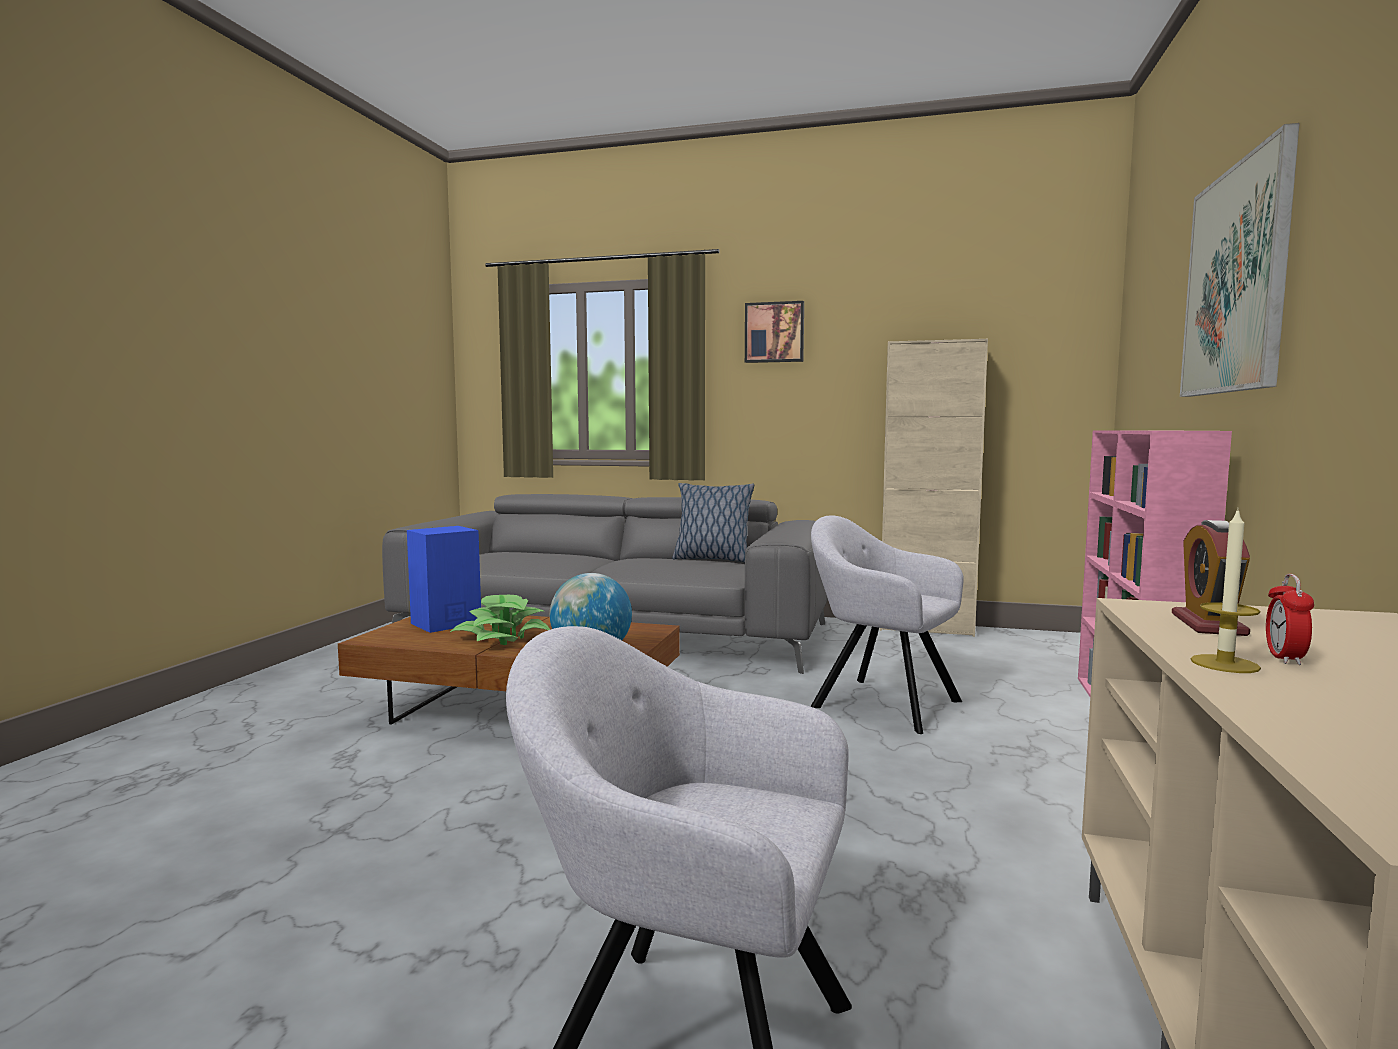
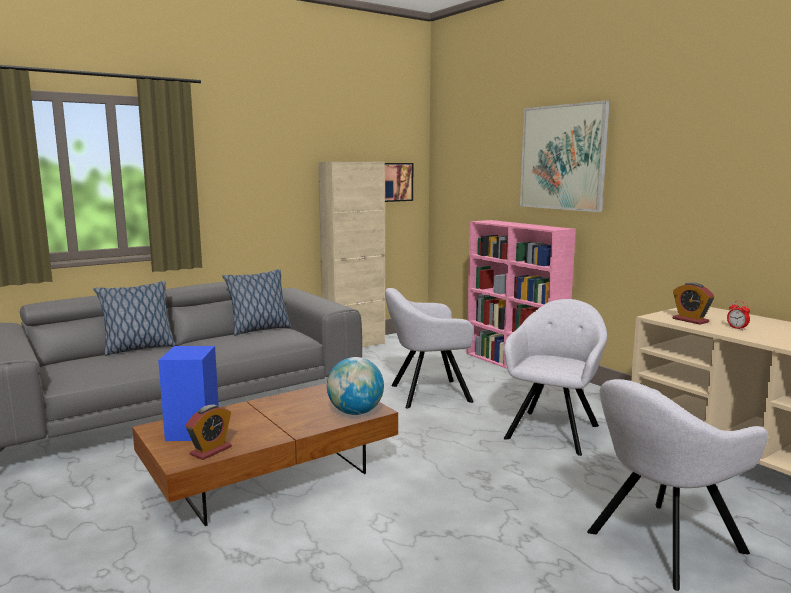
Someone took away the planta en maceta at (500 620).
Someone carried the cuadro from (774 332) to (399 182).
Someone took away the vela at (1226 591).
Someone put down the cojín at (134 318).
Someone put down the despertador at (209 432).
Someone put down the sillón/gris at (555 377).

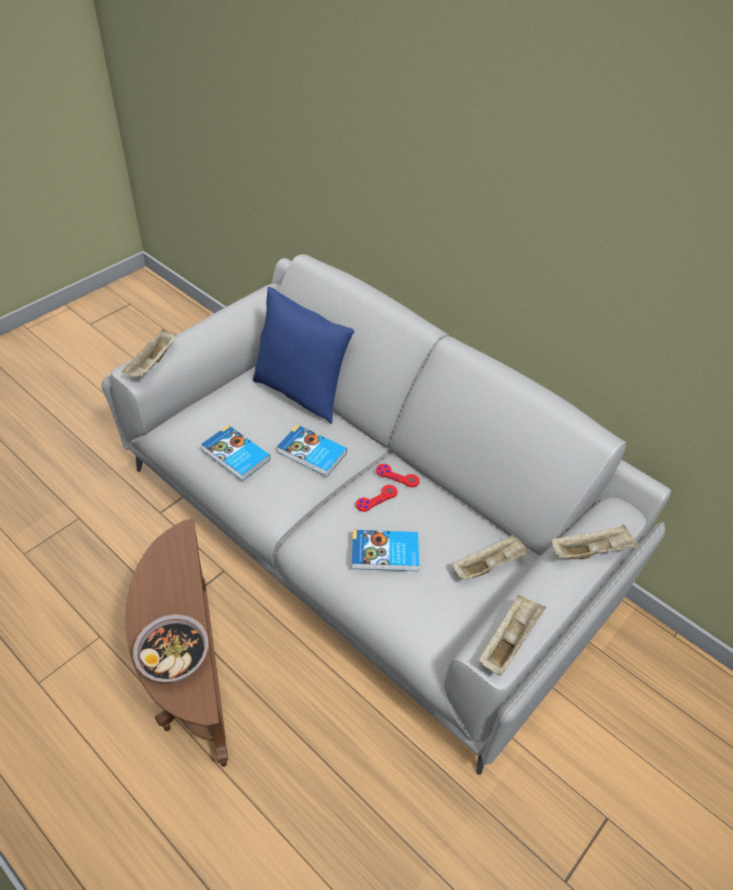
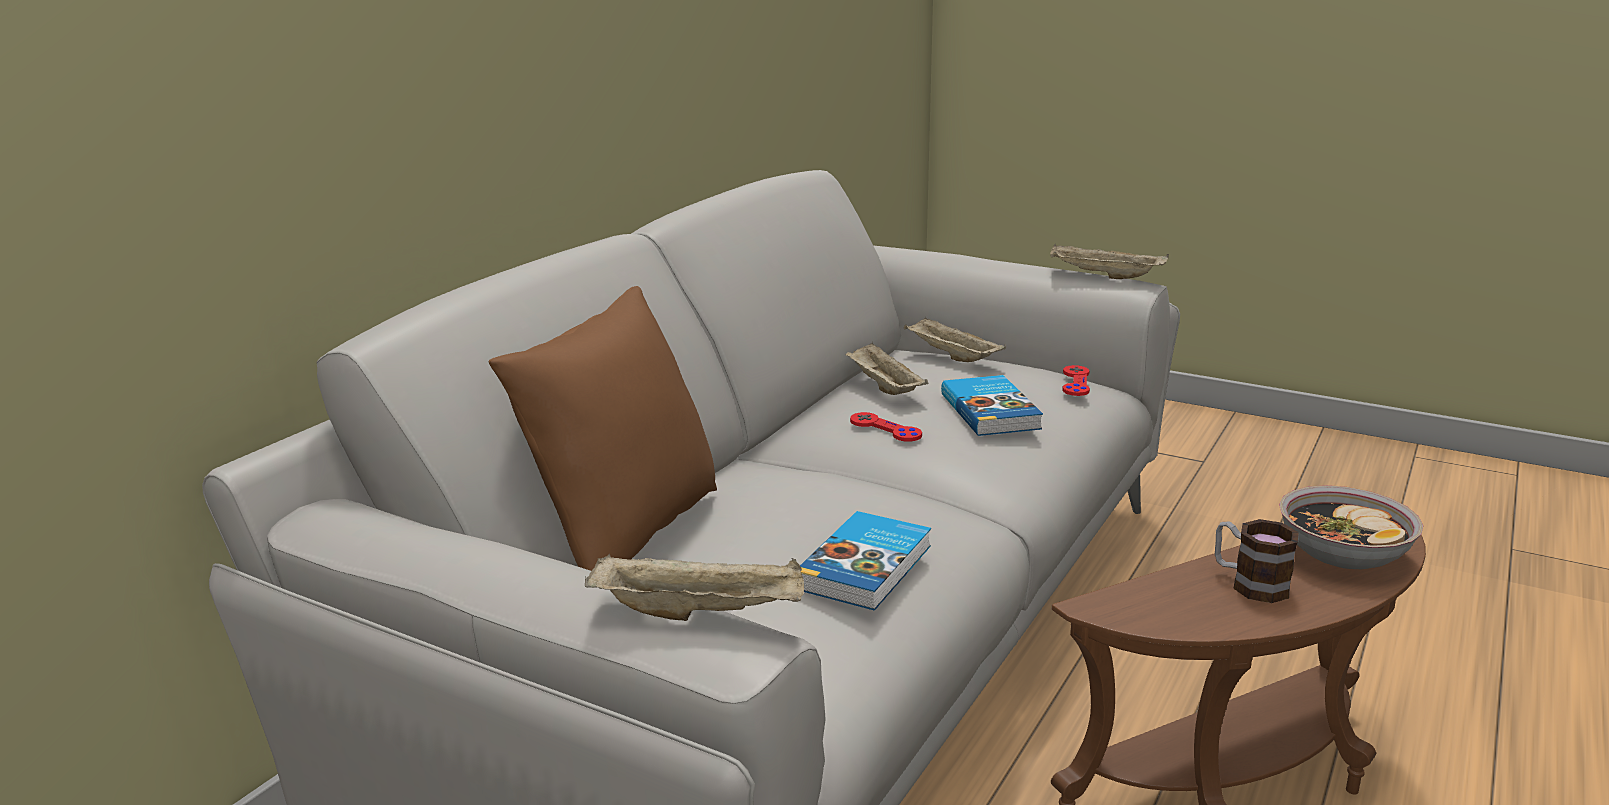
Someone repainted the cojín/azul at (303 355), which became the cojín/marrón at (603 428).
Someone took away the libro at (312 451).
Someone carried the mando de consola/rojo from (398 475) to (1076 380).
Someone carried the bandeja/beis from (596 542) to (887 368).
Someone put down the taza grande at (1257 561).

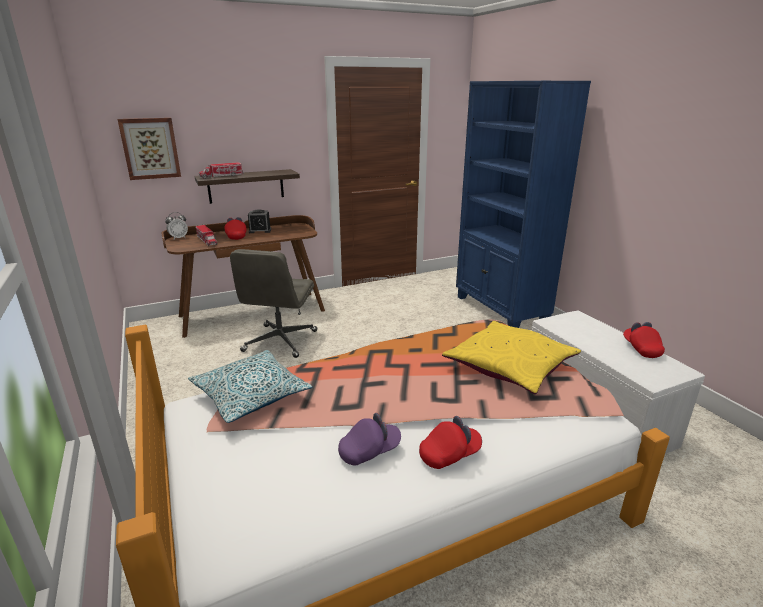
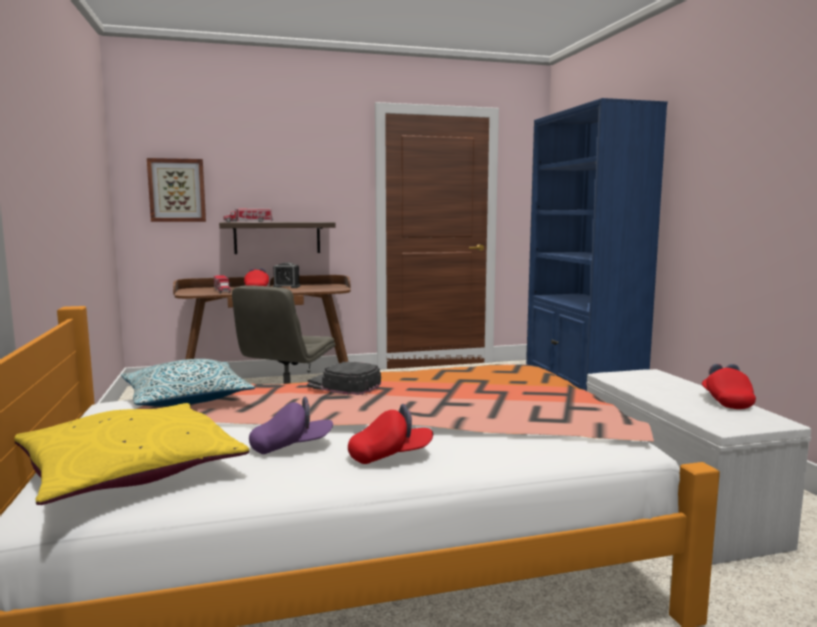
Someone took away the despertador at (176 225).
Someone carried the cojín/amarillo from (511 357) to (132 454).
Someone put down the gorra/negro at (344 378).

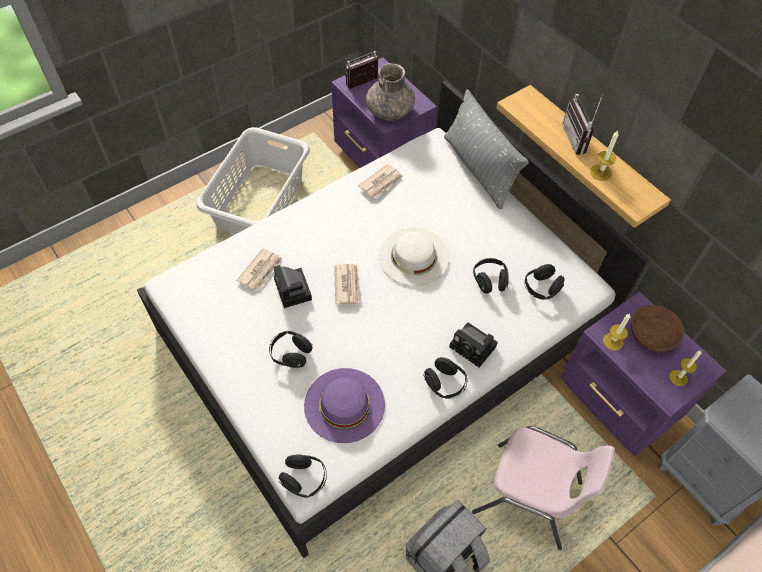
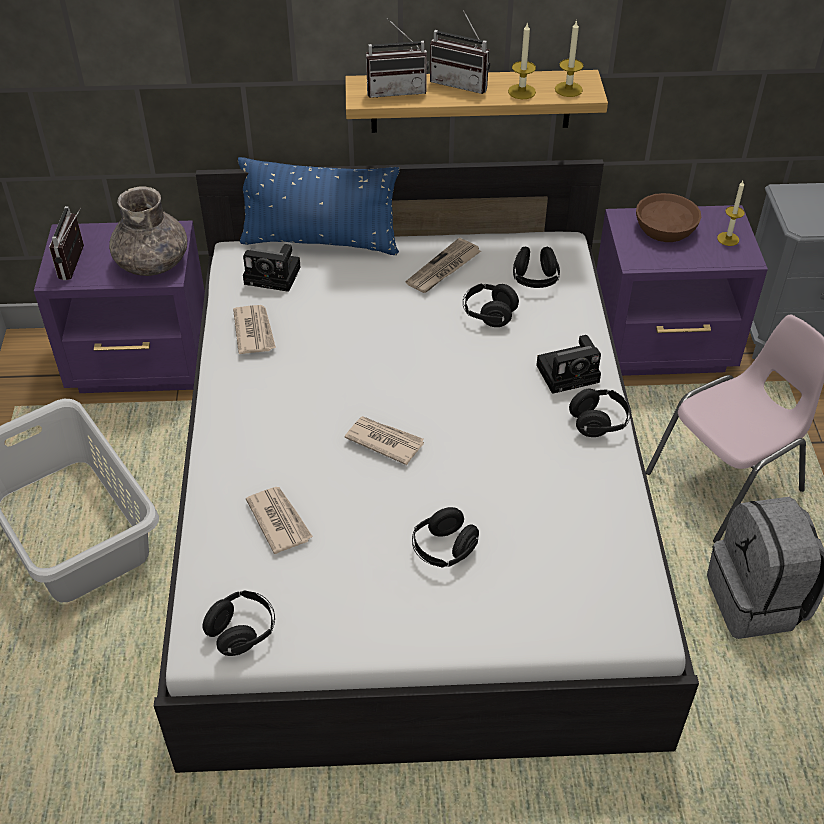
Someone carried the cámara from (293 286) to (272 268).
Someone carried the auriculares/negro from (302 476) to (238 623).
Someone took away the sombrero/morado at (344 405).
Someone took away the sombrero/blanco at (414 257).
Someone repainted the cojín/gris at (486 149), which became the cojín/azul at (319 206).
Someone carried the vela from (616 332) to (569 58).
Someone put down the radio at (397 58).
Someone put down the periódico at (443 265).

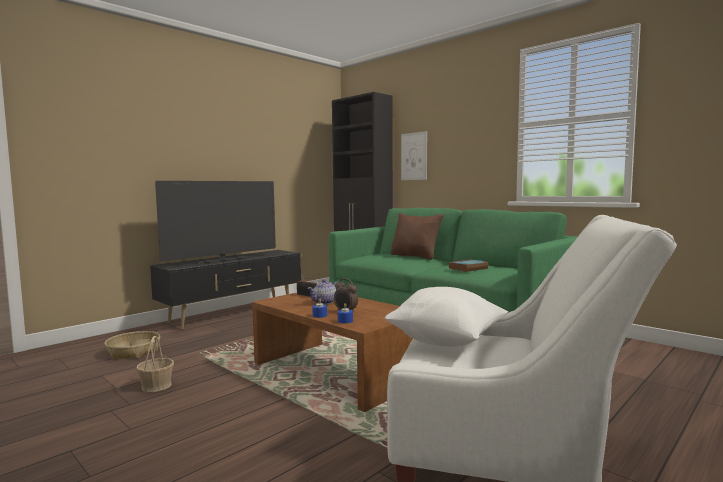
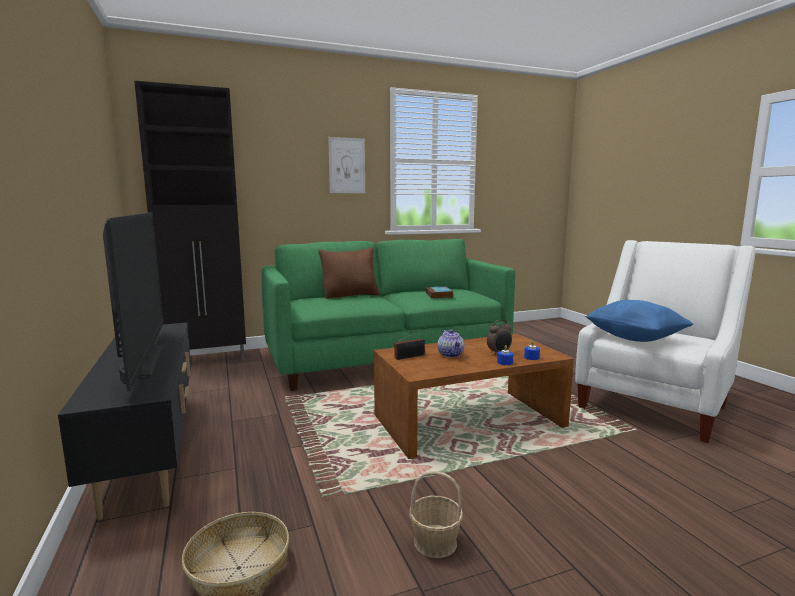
Someone repainted the cojín/blanco at (446 317), which became the cojín/azul at (639 321).
Someone carried the cuadro from (414 155) to (346 165).

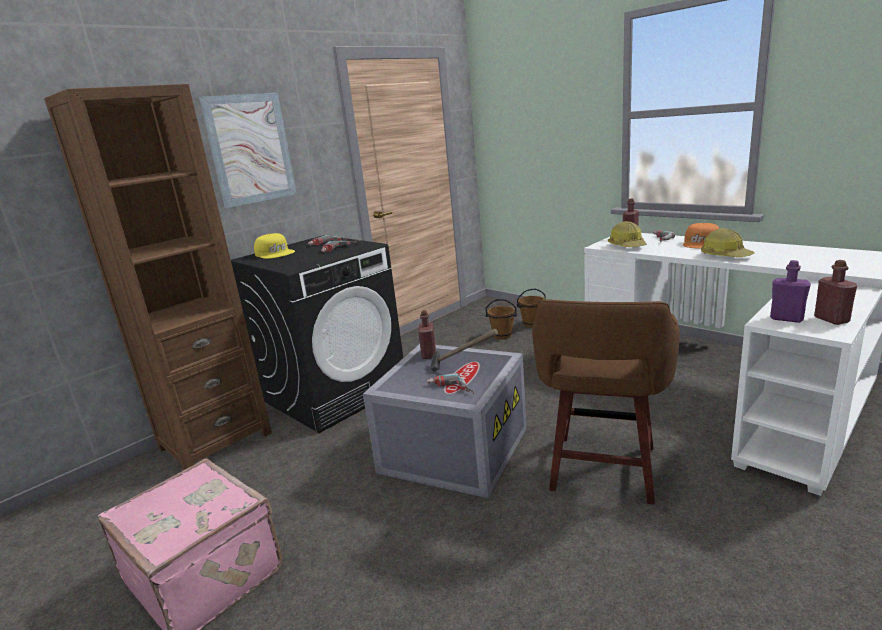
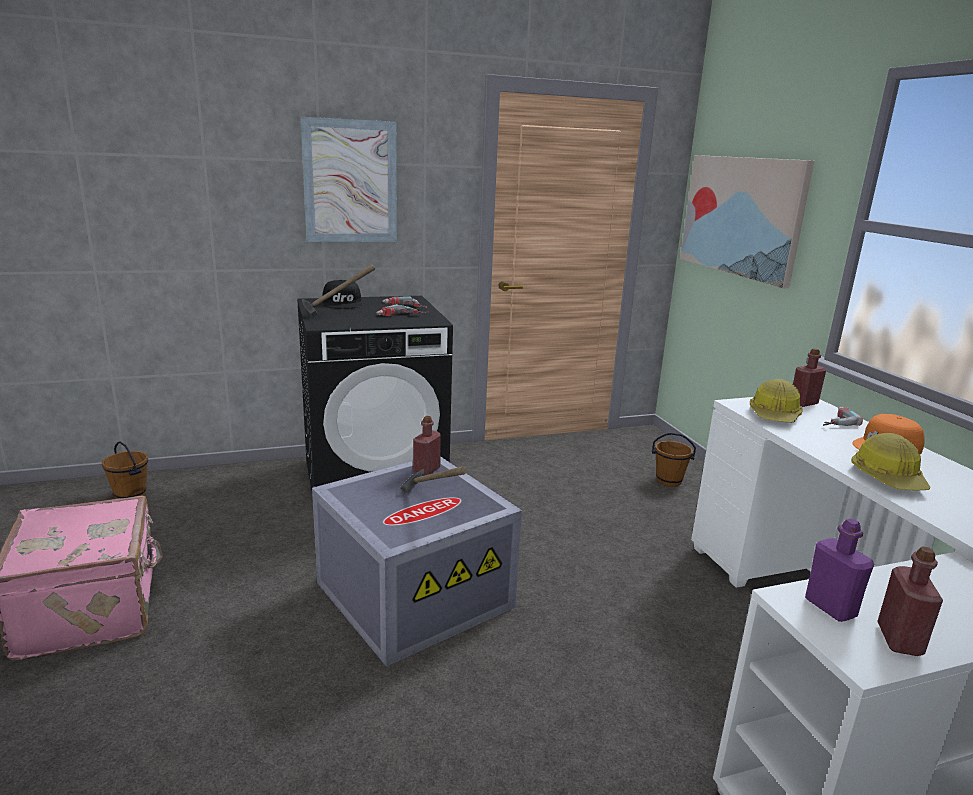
Someone took away the estantería/marrón at (158 277).
Someone repainted the gorra/amarillo at (274 246), which became the gorra/negro at (342 294).
Someone took away the taladro at (450 383).
Someone carried the cubo/marrón from (501 319) to (125 470).
Someone took away the taburete/marrón at (606 402).
Someone put down the martillo at (338 290).
Someone put up the cuadro at (747 221).

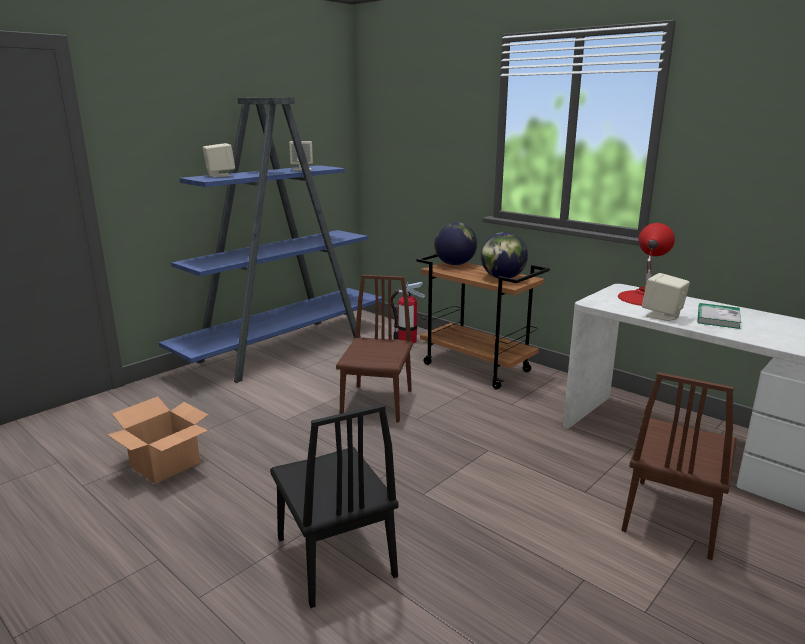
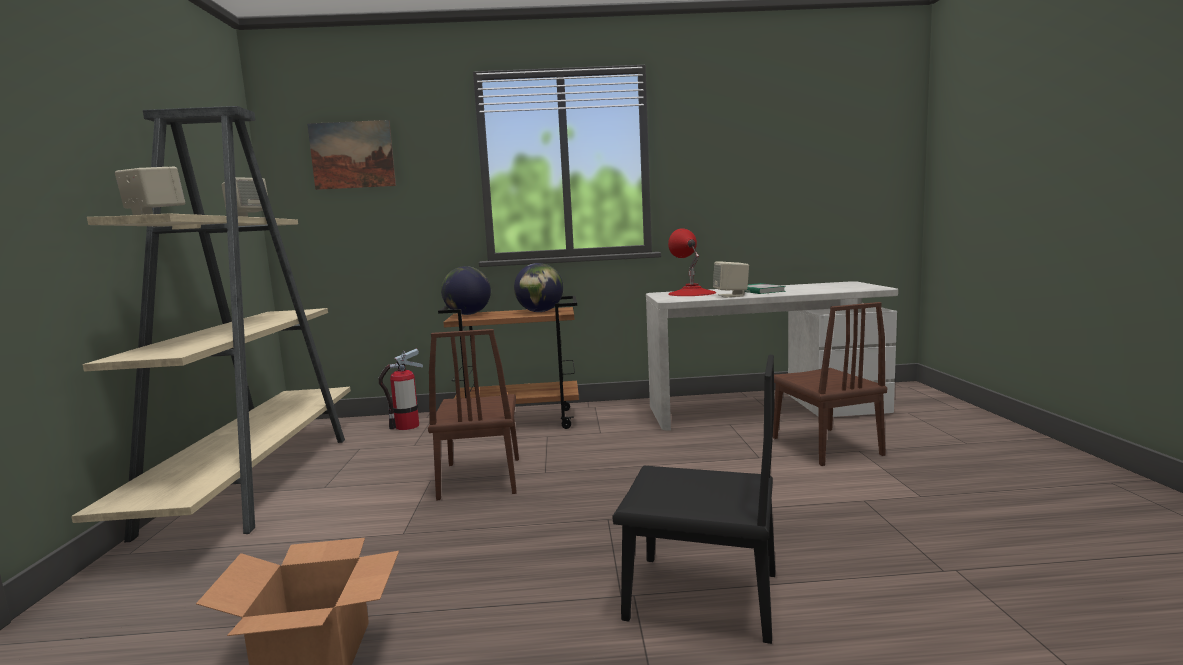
Someone repainted the estantería/azul at (270 240), which became the estantería/beis at (211 324).
Someone rotated the silla/marrón at (374 349) by 150 degrees counterclockwise.
Someone put up the cuadro at (351 155).

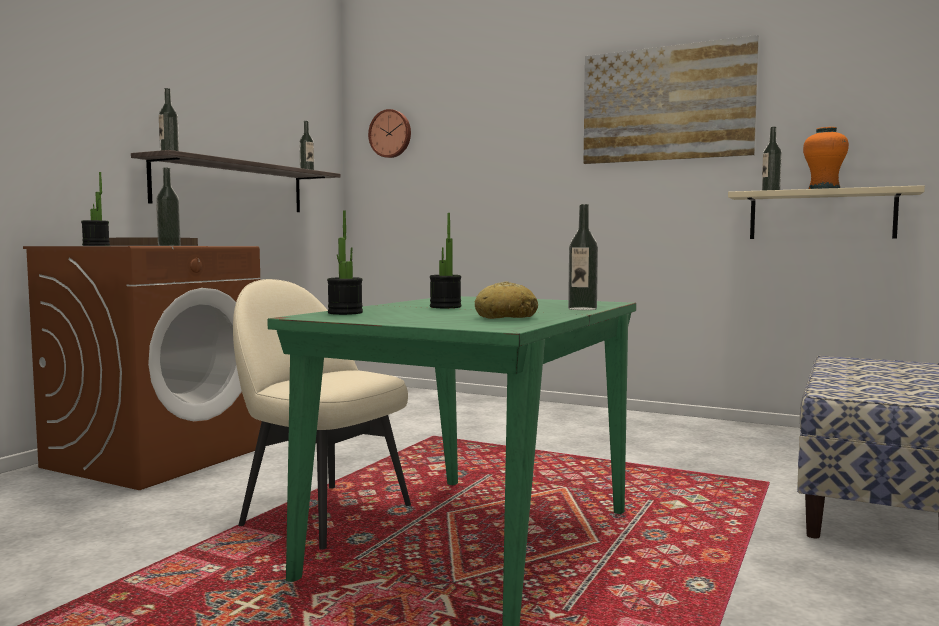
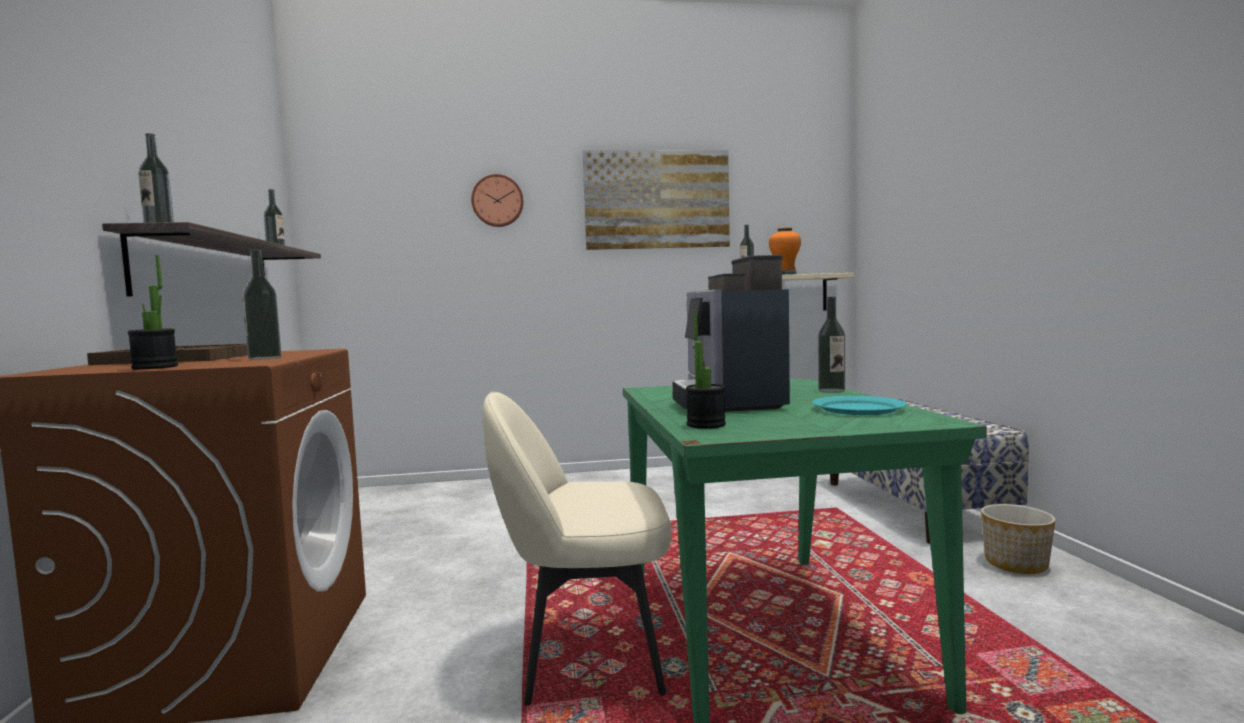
Someone carried the reloj de pared from (389 133) to (497 200).
Someone swapped the planta en maceta at (445 260) for the cafetera at (731 333).
Someone swapped the pan at (506 300) for the plato/turquesa at (859 405).
Someone put down the maceta at (1018 539).

